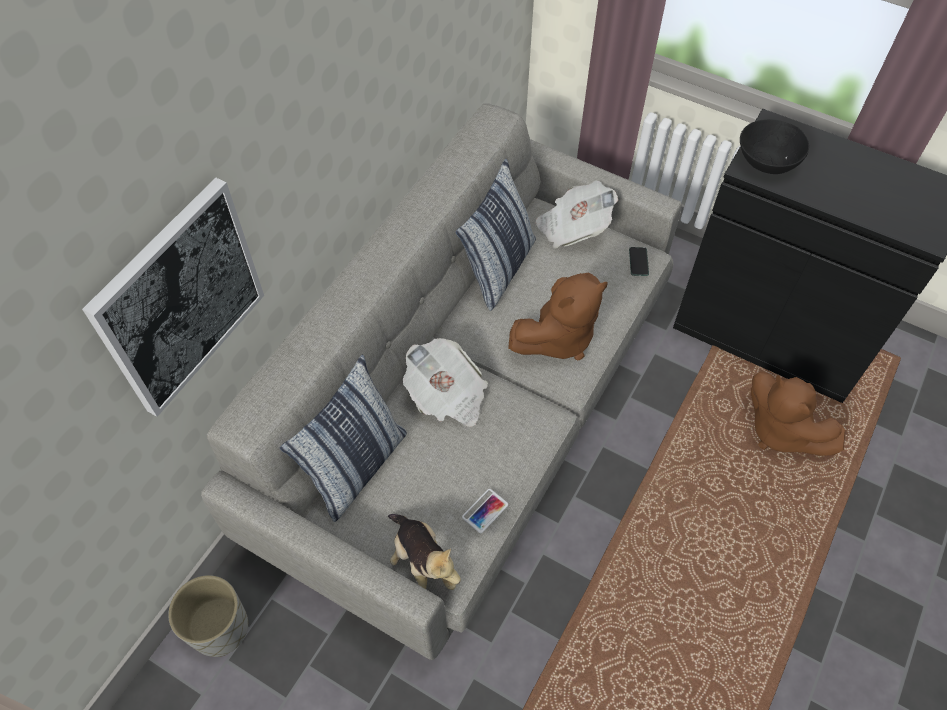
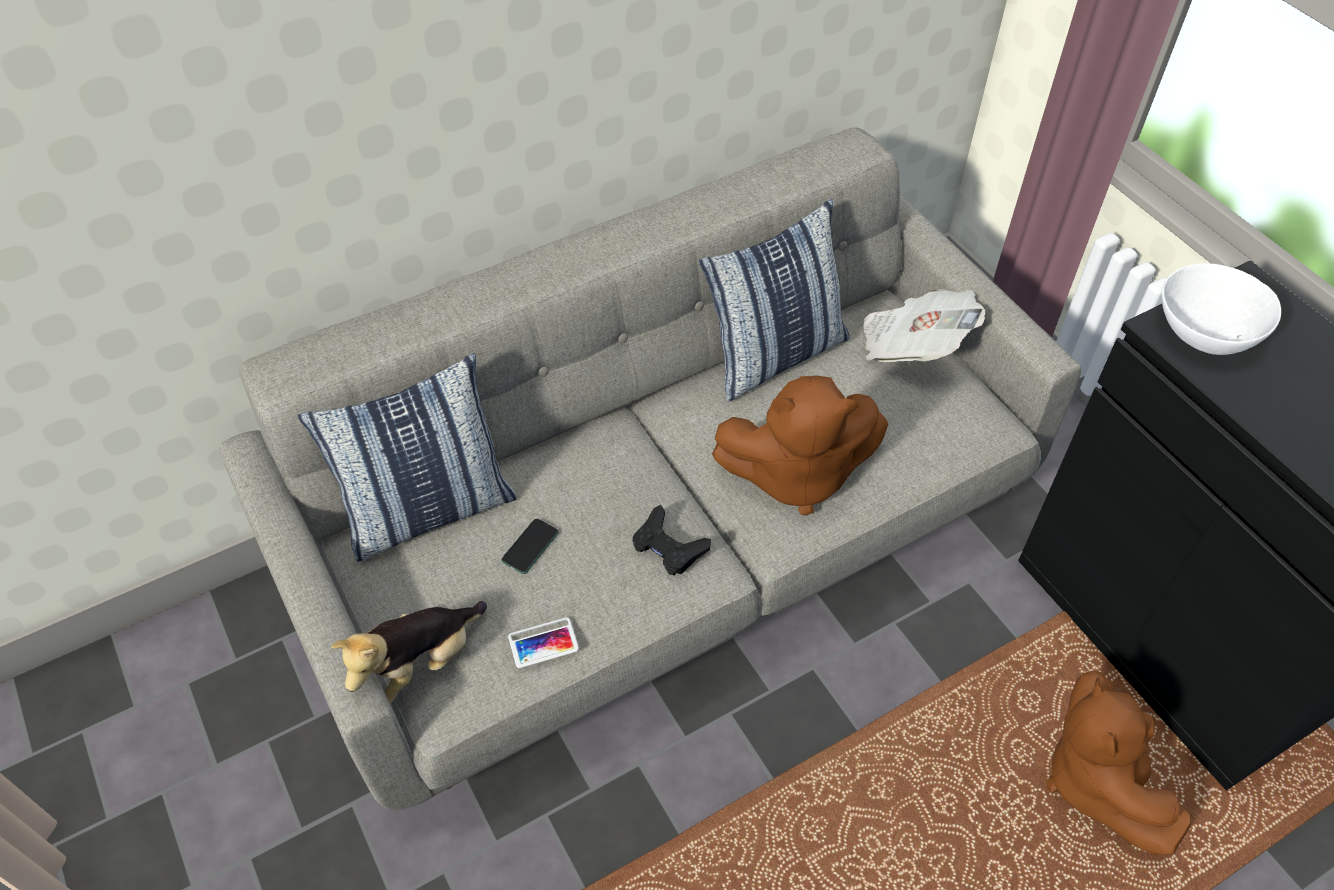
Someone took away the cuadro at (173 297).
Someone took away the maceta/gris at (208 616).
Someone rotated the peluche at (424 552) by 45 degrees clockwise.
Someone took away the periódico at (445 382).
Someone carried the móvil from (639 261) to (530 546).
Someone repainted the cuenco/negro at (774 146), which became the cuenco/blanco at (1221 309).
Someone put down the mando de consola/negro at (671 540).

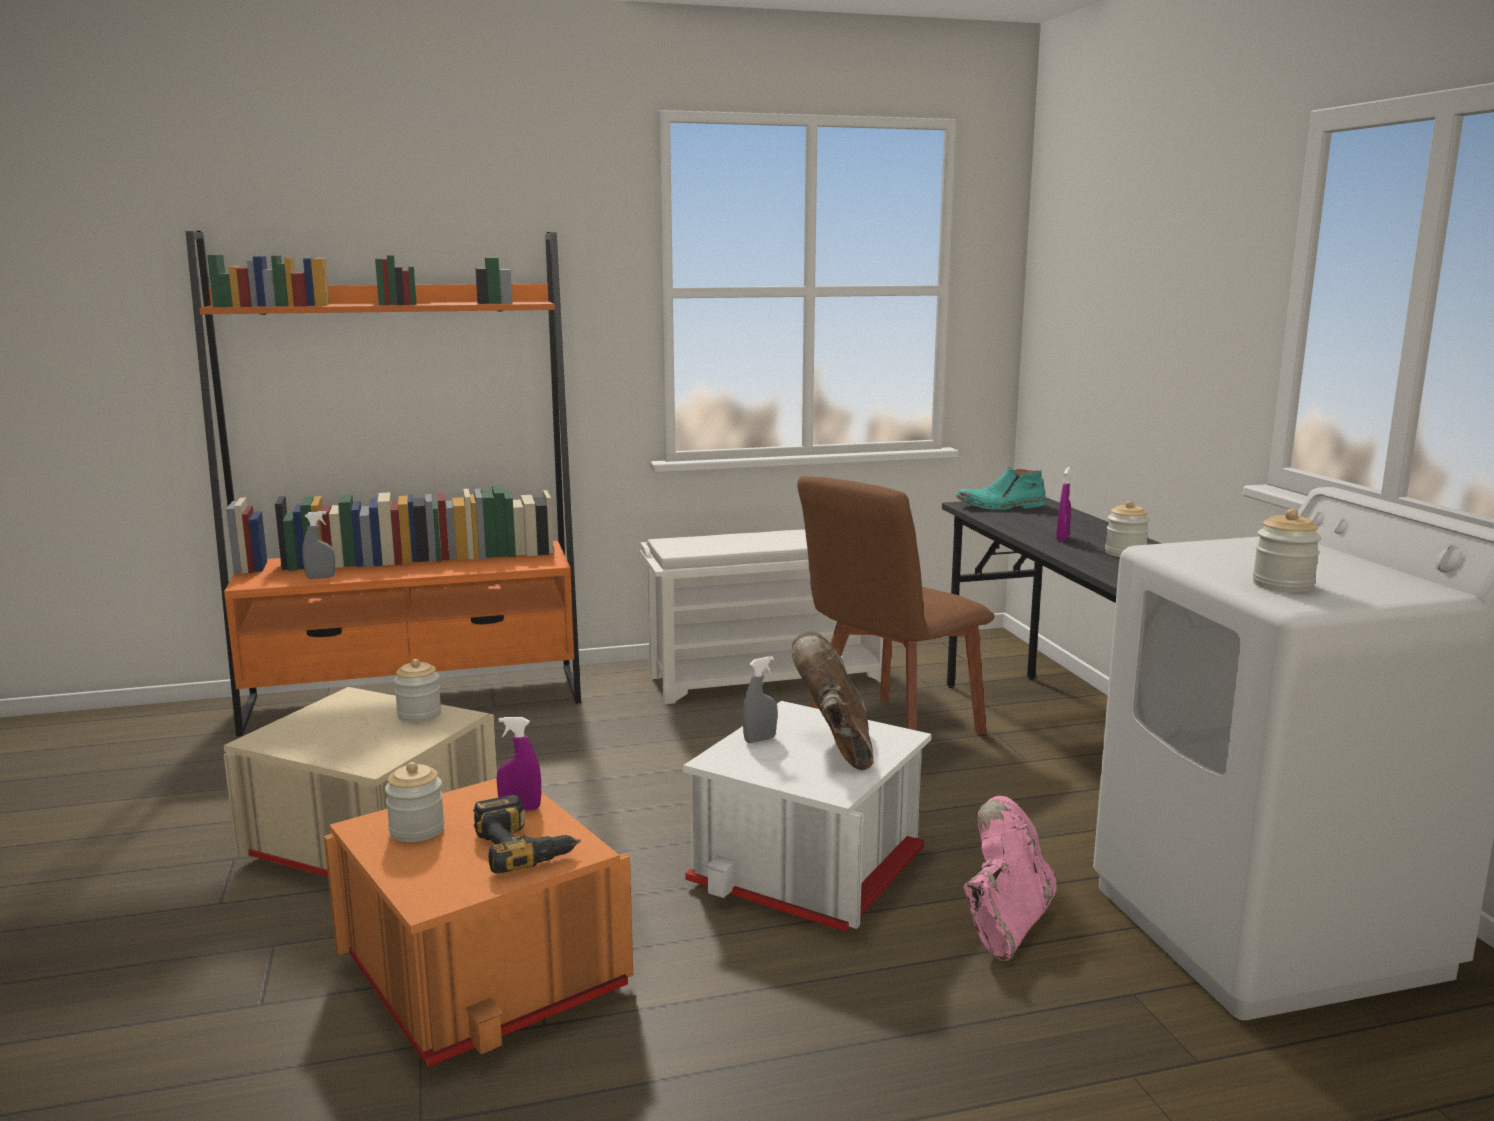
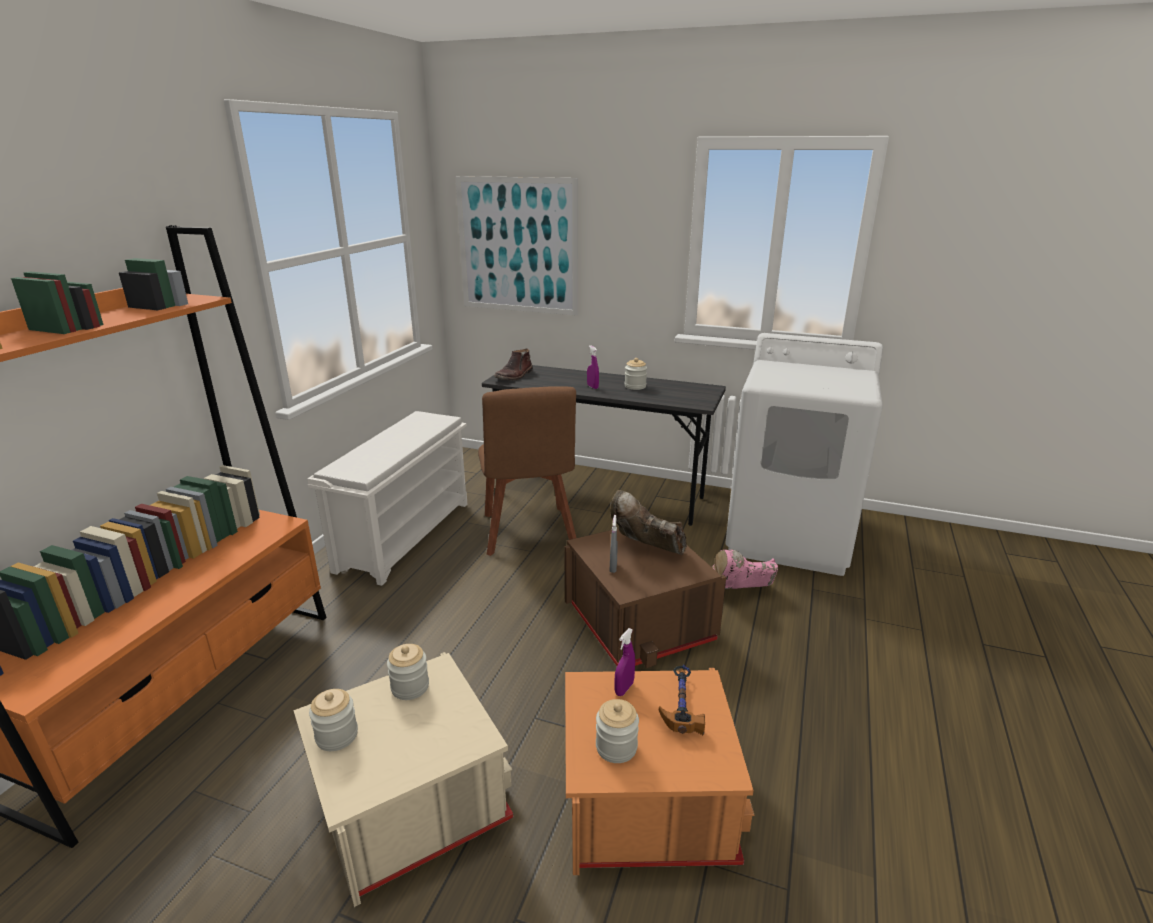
Someone took away the pulverizador/gris at (318 545).
Someone swapped the taladro at (527 834) for the martillo at (682 699).
Someone repainted the caja de almacenaje/blanco at (807 816), which became the caja de almacenaje/marrón at (645 598).
Someone repainted the bota/turquesa at (1001 488), which became the bota/marrón at (513 364).
Someone rotated the bota/rosa at (1010 878) by 75 degrees counterclockwise.
Someone carried the tarro from (1287 551) to (333 720).
Someone put up the cuadro at (516 246).

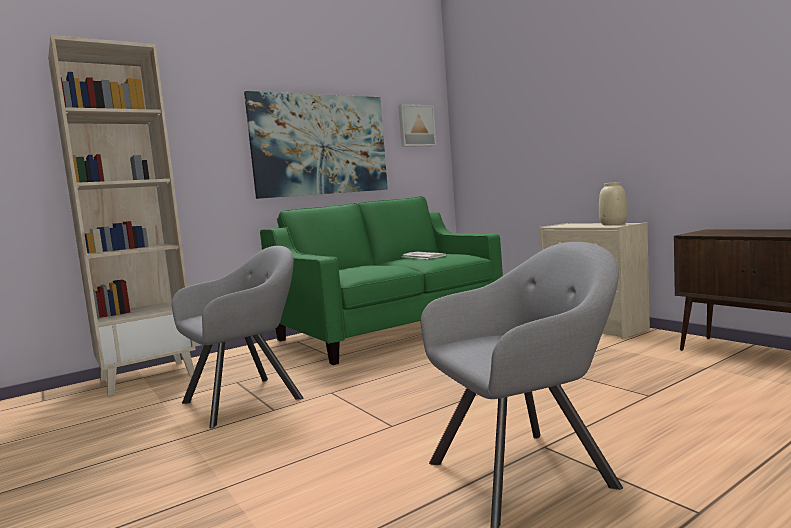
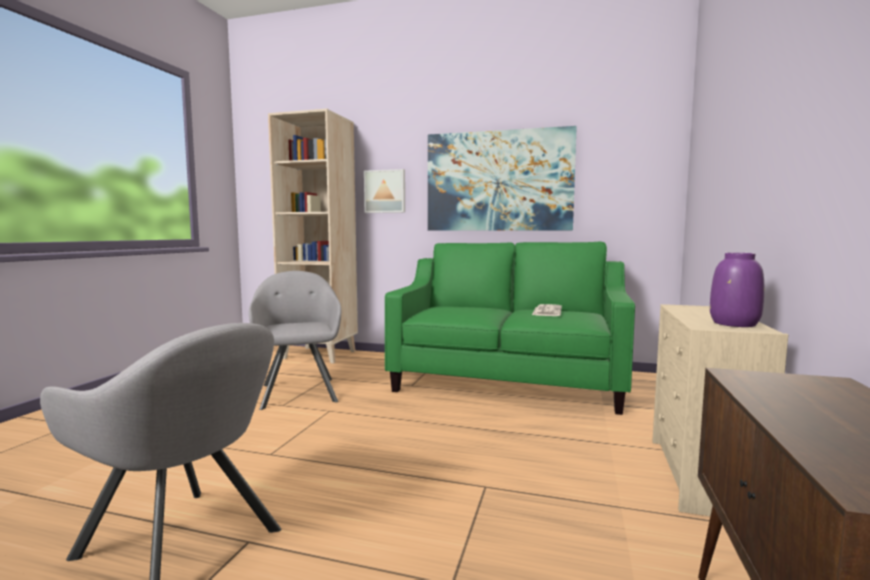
Someone rotated the sillón/gris at (237 337) by 120 degrees counterclockwise.
Someone carried the cuadro from (417 125) to (384 191).
Someone repainted the florero/beis at (613 203), which became the florero/morado at (737 290).

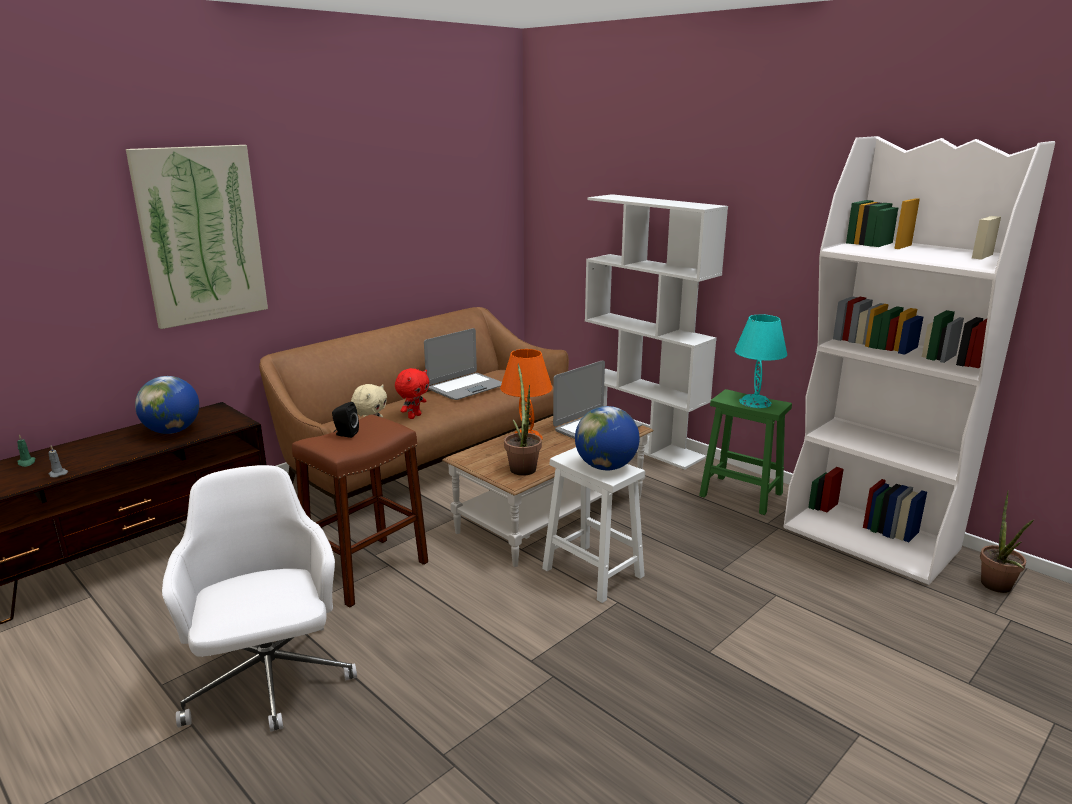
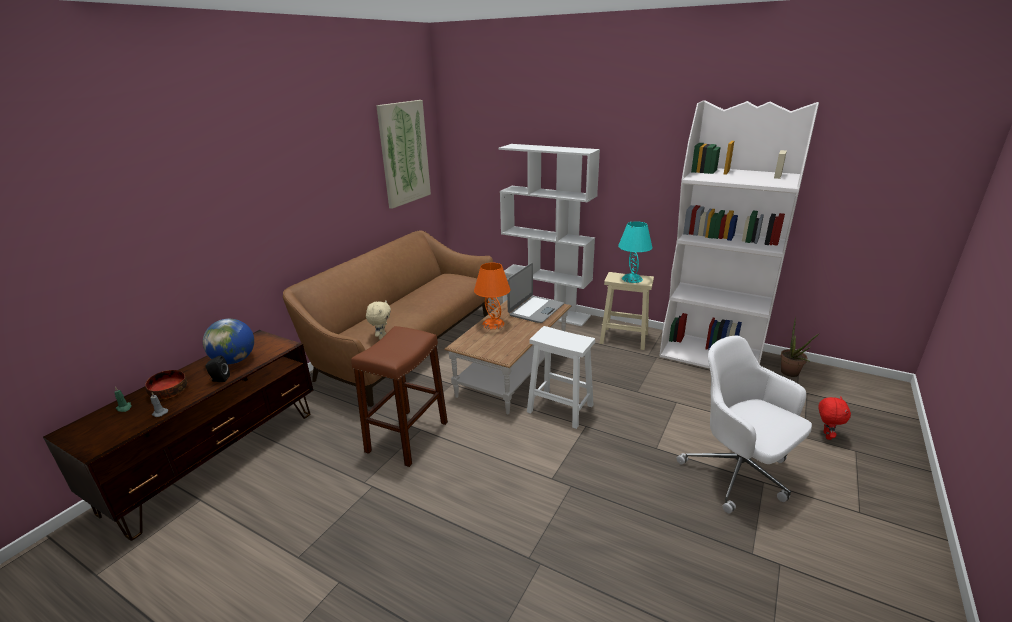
Someone carried the cuadro from (197 237) to (403 154).
Someone carried the silla de oficina/blanco from (259 598) to (744 424).
Someone carried the altavoz/negro from (345 420) to (217 368).
Someone carried the peluche/rojo from (412 393) to (835 418).
Someone took away the portátil at (463 364).
Someone took away the planta en maceta at (523 419).
Someone took away the globo terráqueo at (607 438).
Someone repainted the taburete/verde at (745 452), which became the taburete/beis at (627 311).
Someone put down the cuenco at (166 384).

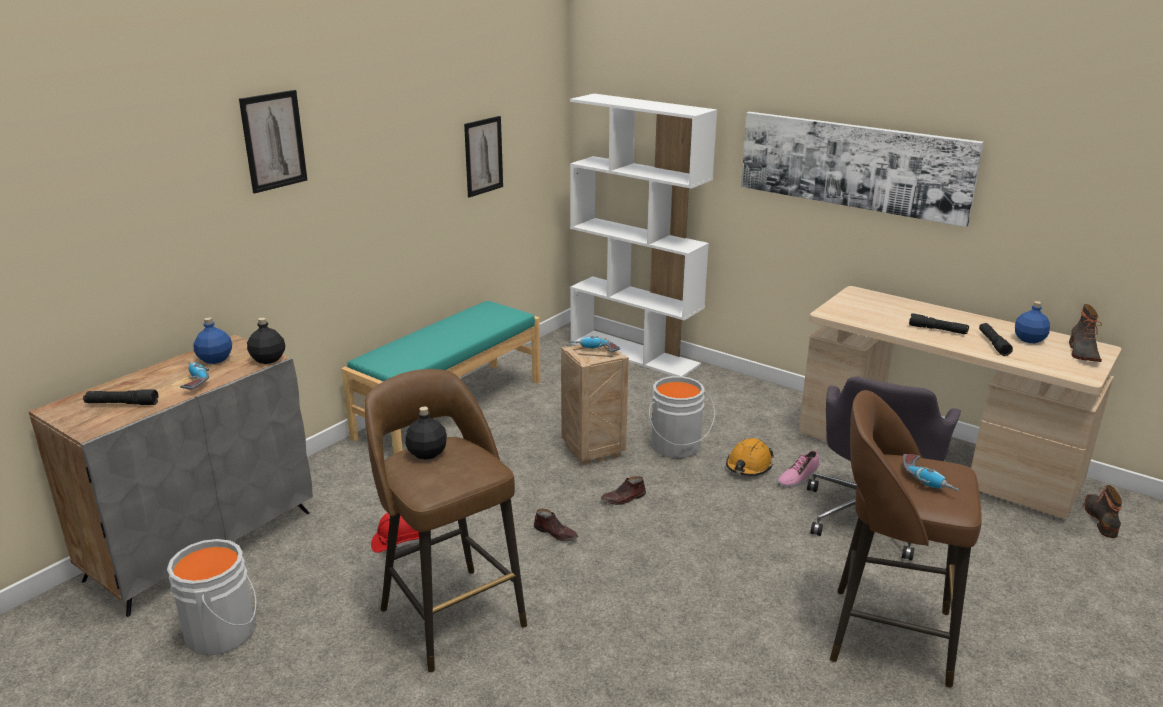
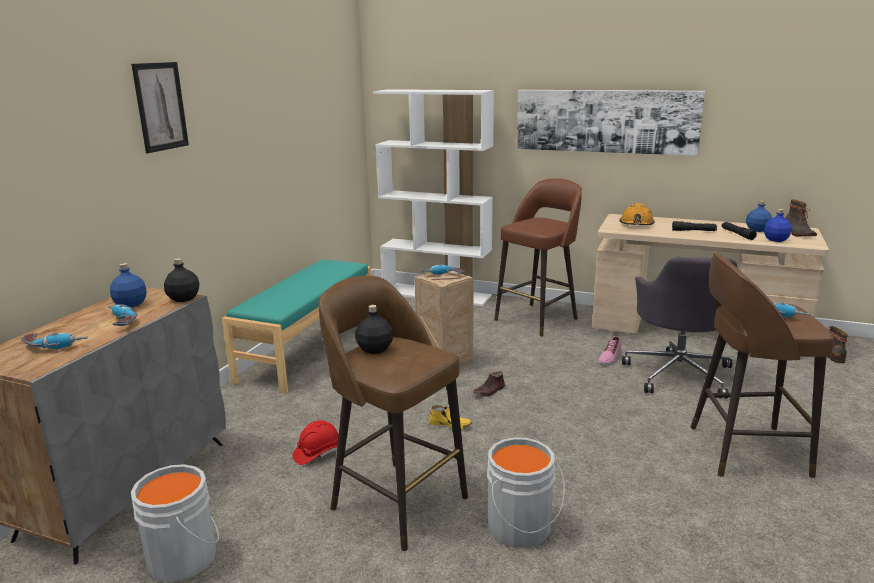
Someone swapped the linterna/negro at (121 397) for the taladro at (54 341).
Someone took away the cuadro at (483 157).
Someone repainted the zapato/marrón at (556 525), which became the zapato/amarillo at (450 417).
Someone carried the cubo/gris from (682 417) to (526 492).
Someone carried the casco/naranja from (750 457) to (636 214).
Someone put down the taburete/marrón at (538 257).
Someone put down the botella/azul at (777 225).

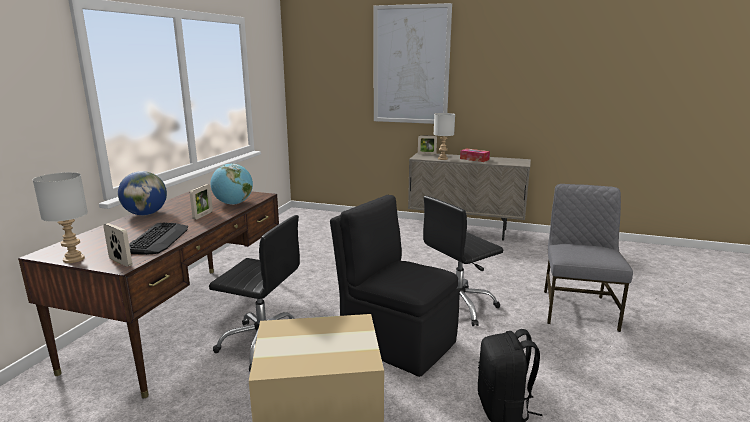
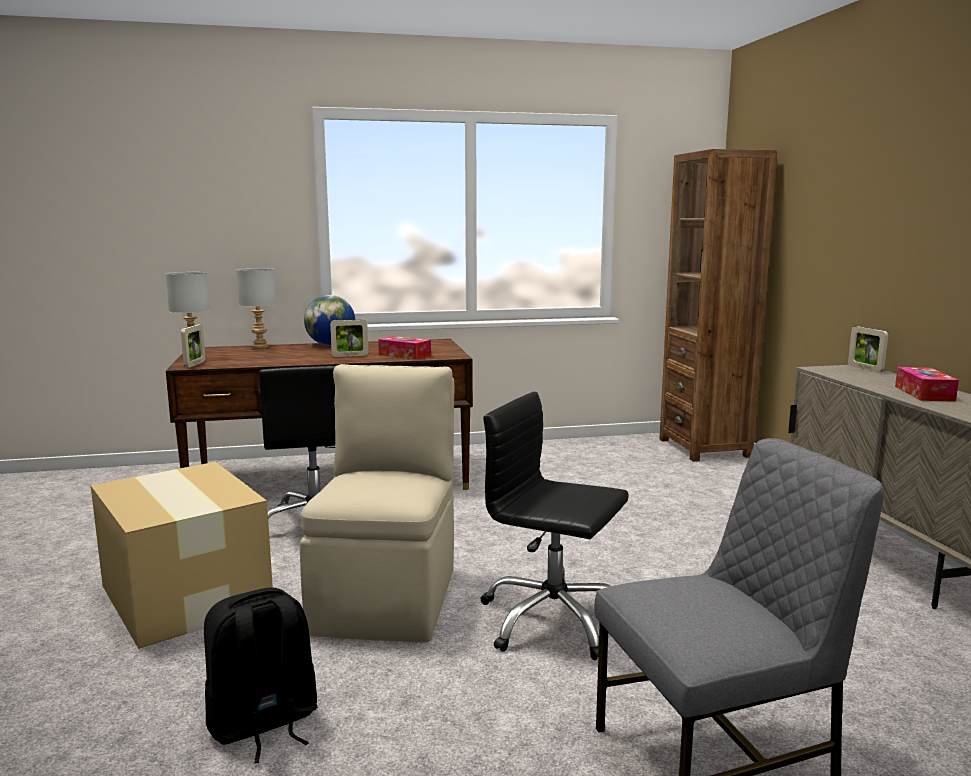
Someone took away the teclado at (158 238).
Someone swapped the globo terráqueo at (232 184) for the caja de pañuelos at (404 348).
Someone repainted the silla/negro at (395 286), which became the silla/beis at (377 503).
Someone took away the cuadro at (413 63).
Someone carried the lámpara de mesa/gris from (444 136) to (256 308).
Someone put down the estantería/marrón at (718 305).

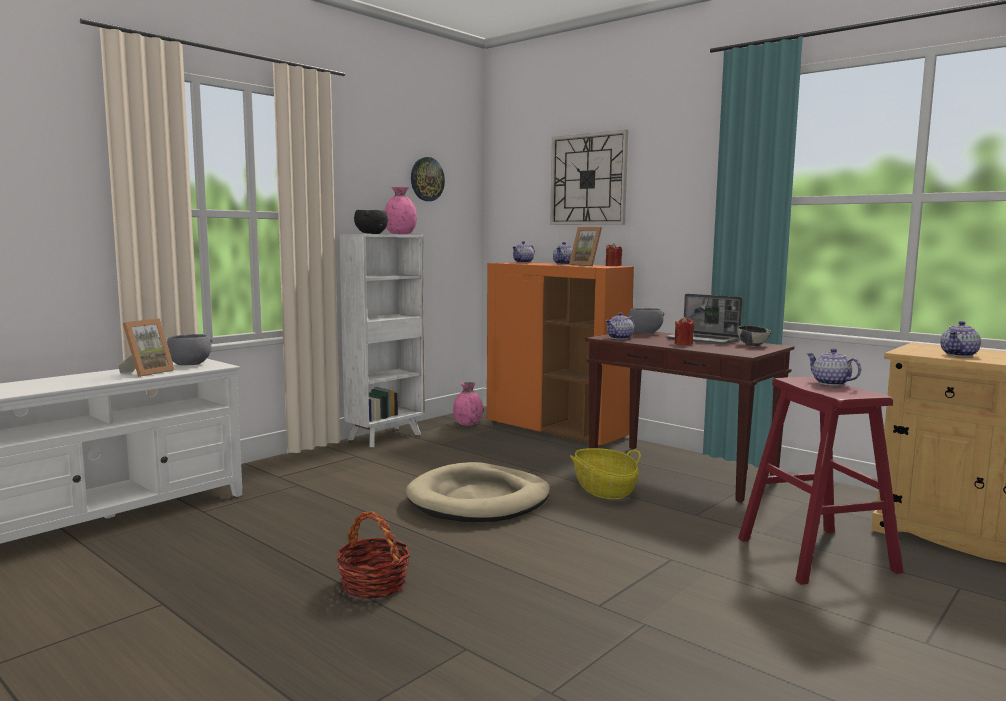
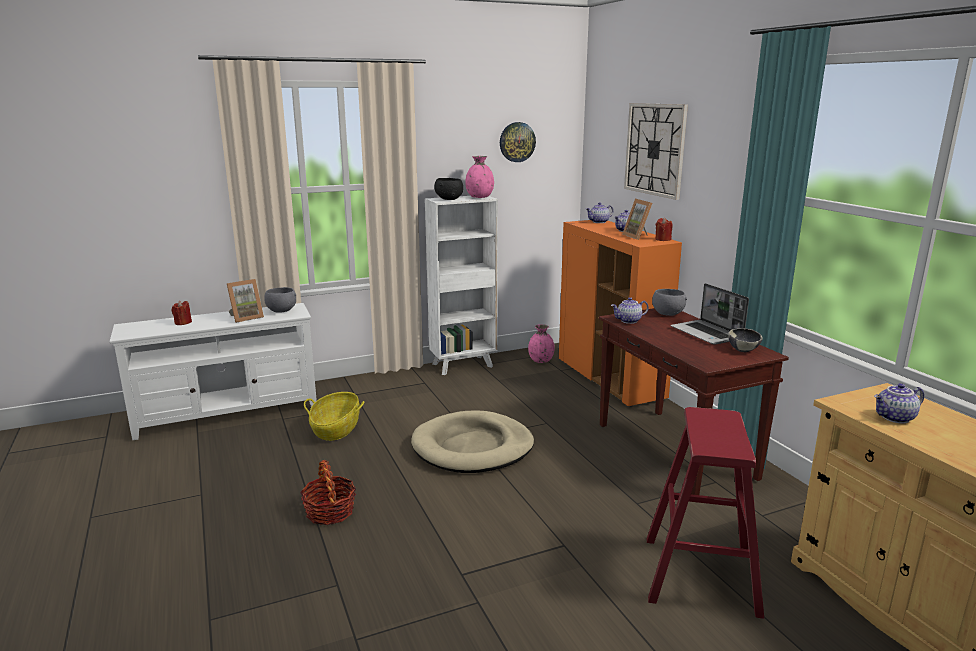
Someone carried the cesta from (605 473) to (334 416).
Someone carried the vela/rojo from (684 331) to (182 313).
Someone took away the tetera at (834 367).

